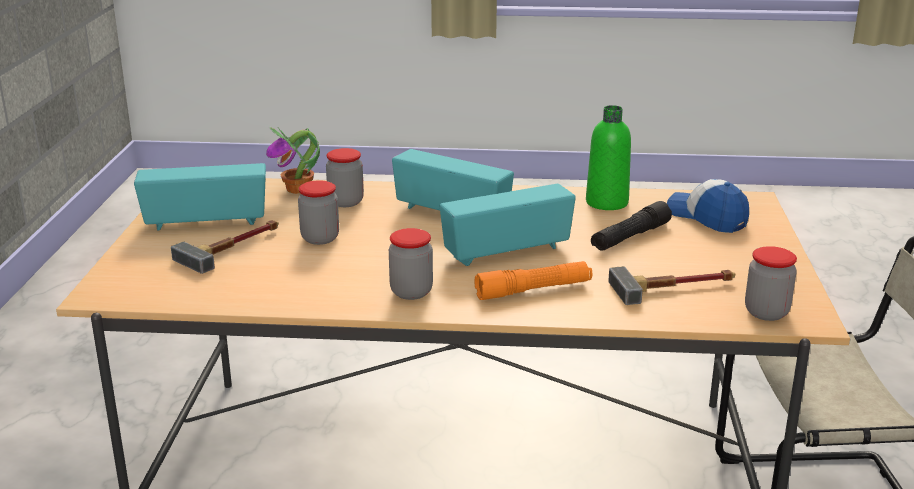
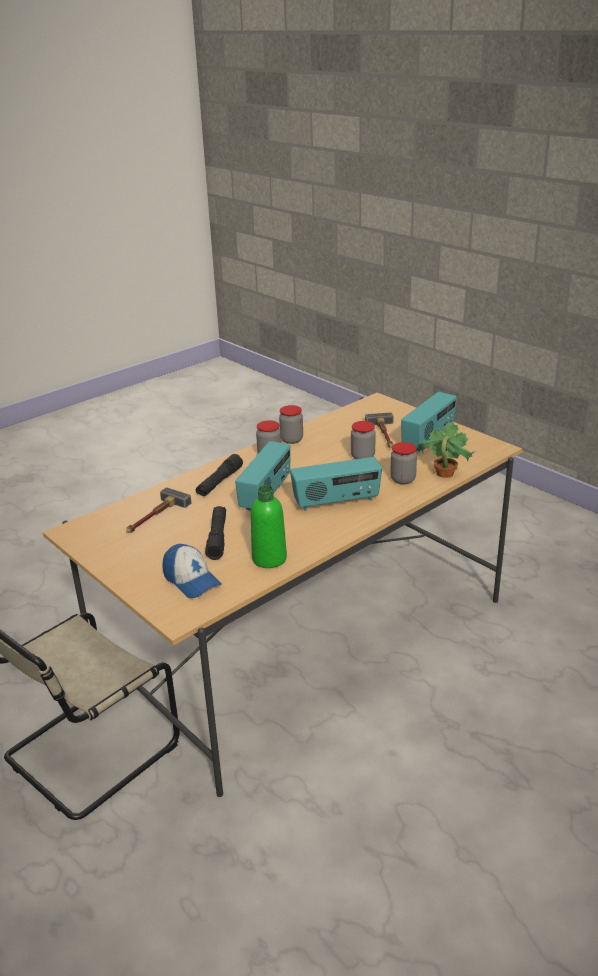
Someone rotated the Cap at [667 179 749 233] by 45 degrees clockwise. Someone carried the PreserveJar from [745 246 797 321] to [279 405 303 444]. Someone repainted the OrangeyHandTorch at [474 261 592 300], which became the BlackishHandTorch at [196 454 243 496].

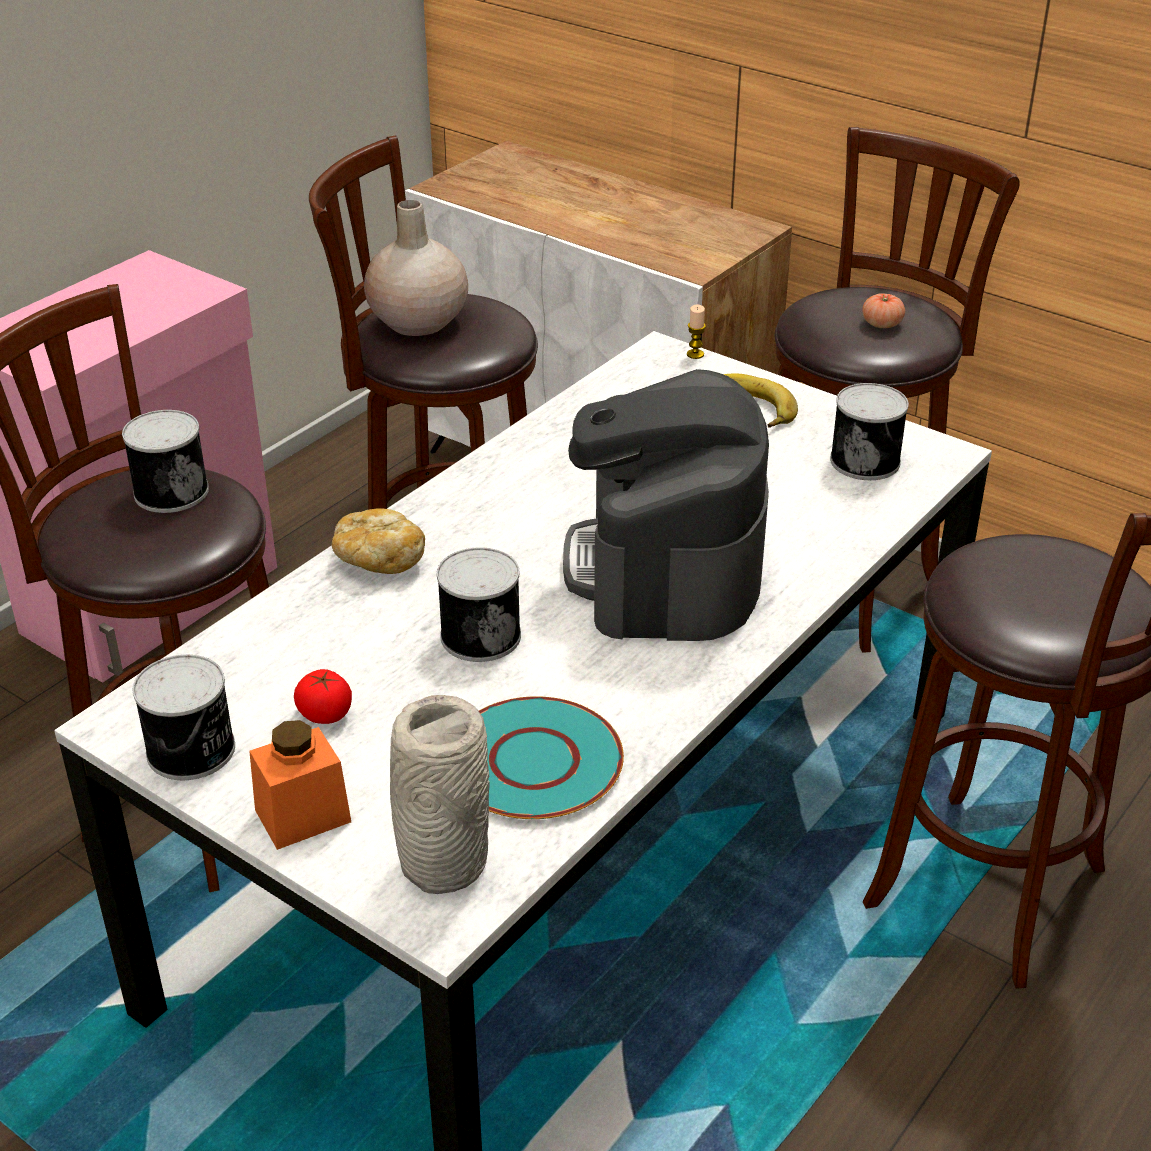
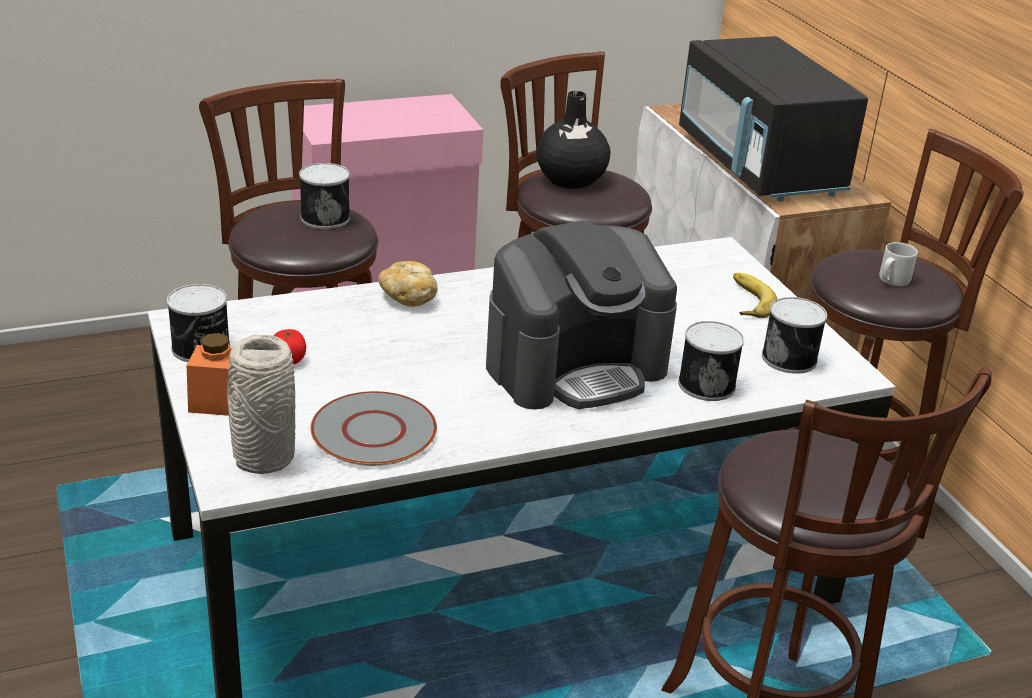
Someone repainted the BeigeVase at [364 200 468 336], which became the BlackishVase at [536 91 610 189]. Someone swapped the FreshTomato at [862 293 905 328] for the GreyishCoffeeMug at [879 242 918 286]. Someone took away the Candle at [687 305 706 359]. Someone rotated the CoffeeBrewer at [563 369 769 641] by 150 degrees counterclockwise. Someone carried the Can from [437 547 521 662] to [678 321 744 401]. Someone repainted the TurquoiseFlatDish at [479 696 624 819], which became the GreyishFlatDish at [310 391 437 466]. Someone put down the BlackishKitchenMicrowave at [679 36 868 202].

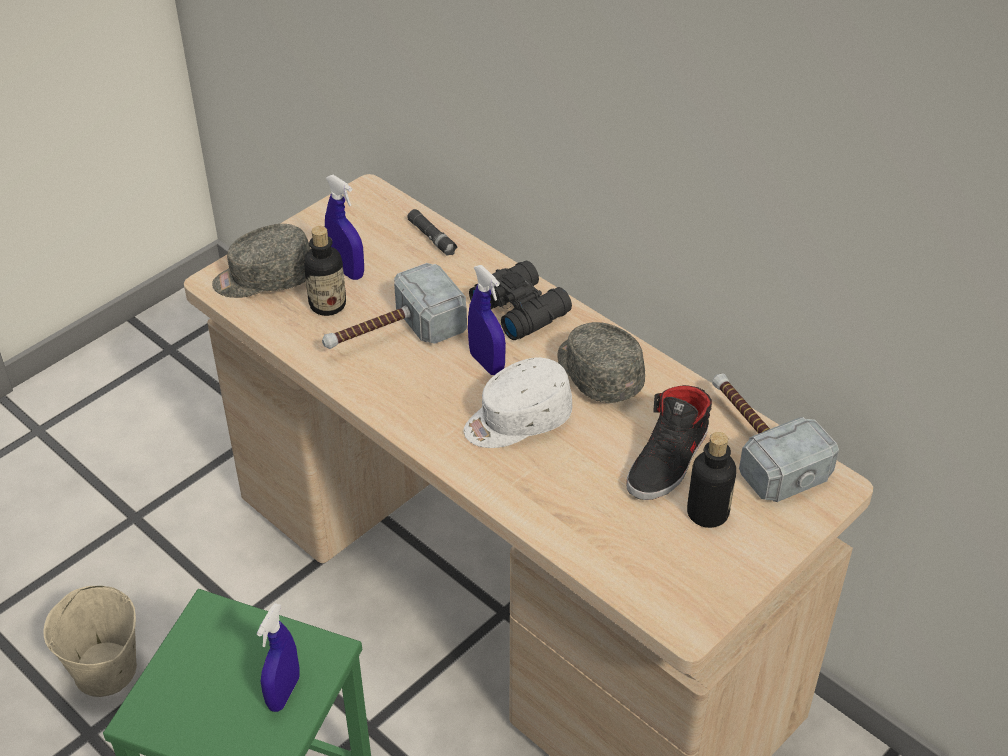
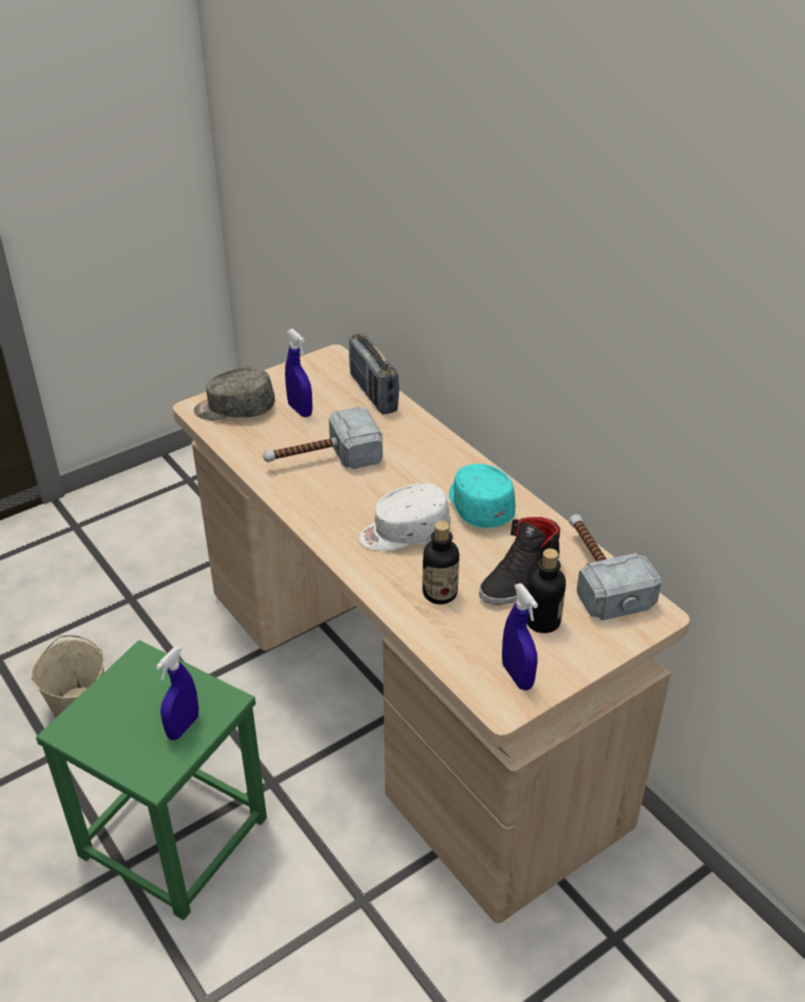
Someone swapped the BlackishHandTorch at [407 209 457 256] for the Radio at [349 333 399 414]. Someone carried the BeverageBottle from [304 226 346 316] to [422 521 459 604]. Someone took away the BlackishFieldGlasses at [469 261 572 340]. Someone carried the BlueColouredSprayer from [468 265 506 375] to [502 583 538 690]. Someone repainted the GreyishCap at [557 322 645 403], which became the TurquoiseCap at [449 464 515 528].

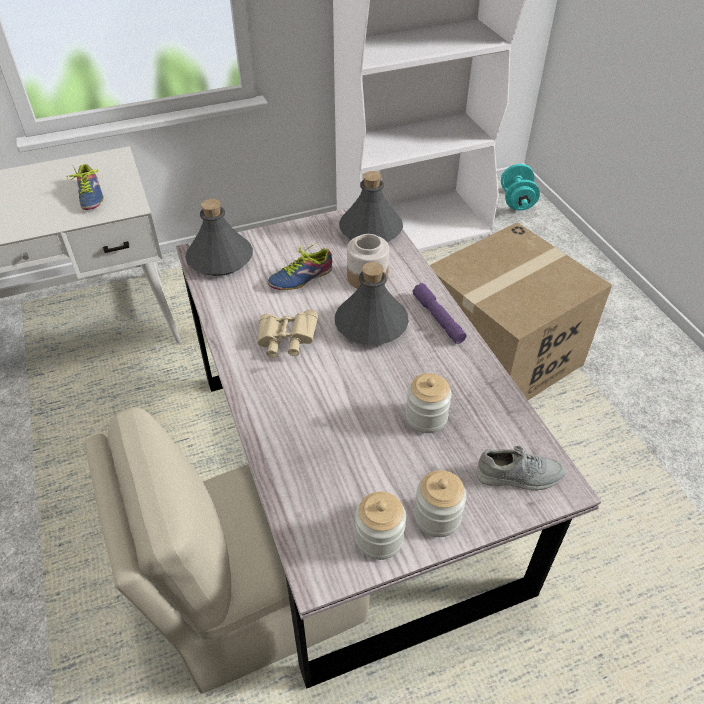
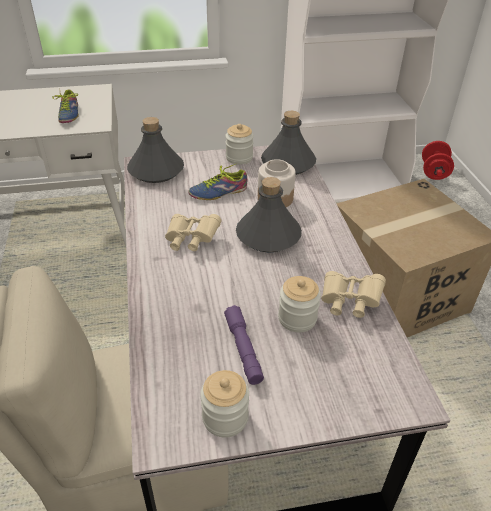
Someone repainted the TurquoiseDumbbell at [501 164 540 211], which became the ReddishDumbbell at [422 141 454 180]. Someone carried the PurplishHandTorch from [412 283 467 344] to [224 305 264 385]. Someone took away the GreyishShoe at [476 446 566 491]. Someone carried the PreserveJar from [414 470 466 537] to [225 124 254 165]. Someone put down the BeigeFieldGlasses at [321 271 386 318].

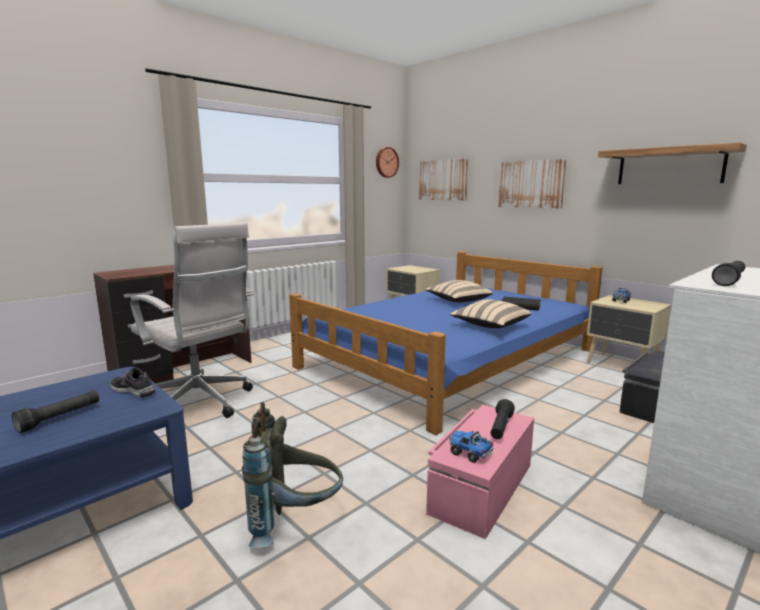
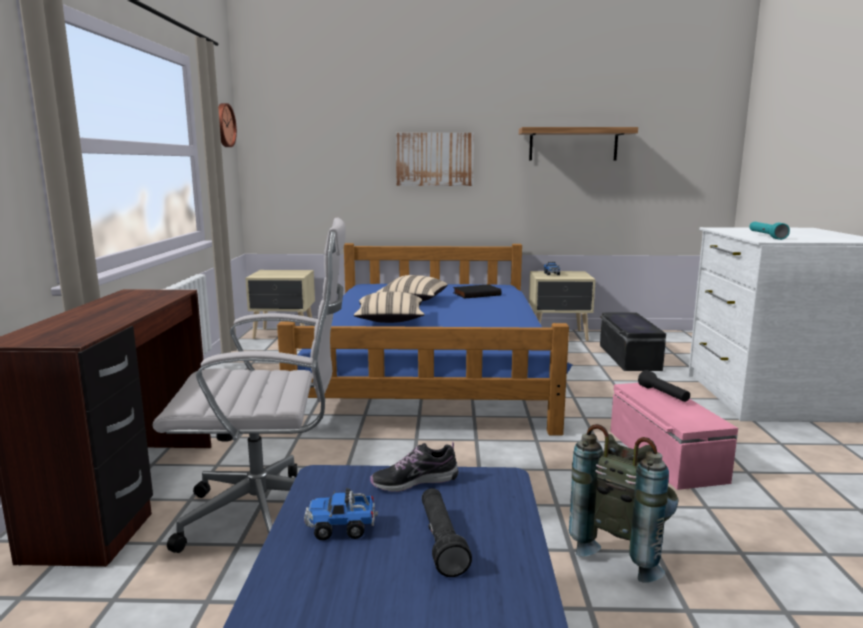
Someone took away the WallArt at [419 158 468 200]. Someone repainted the BlackishHandTorch at [712 261 746 286], which became the TurquoiseHandTorch at [749 222 790 240]. Someone carried the BeigePillow from [450 299 531 328] to [354 292 424 323]. Someone carried the ModelTruck from [449 431 494 463] to [304 488 378 540].

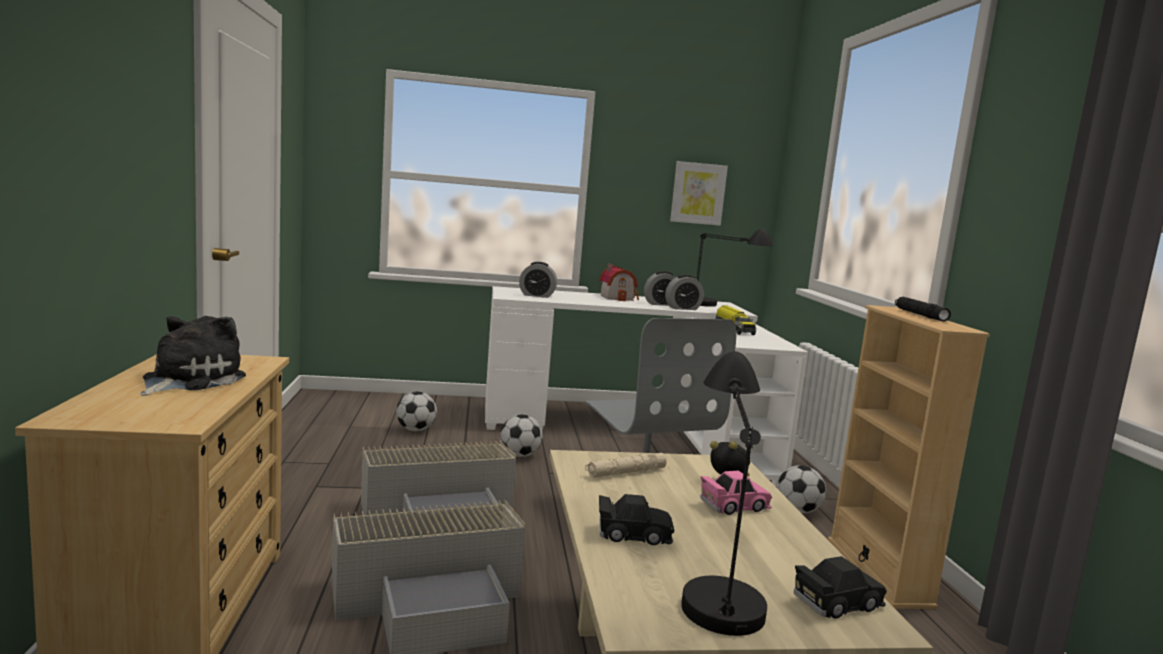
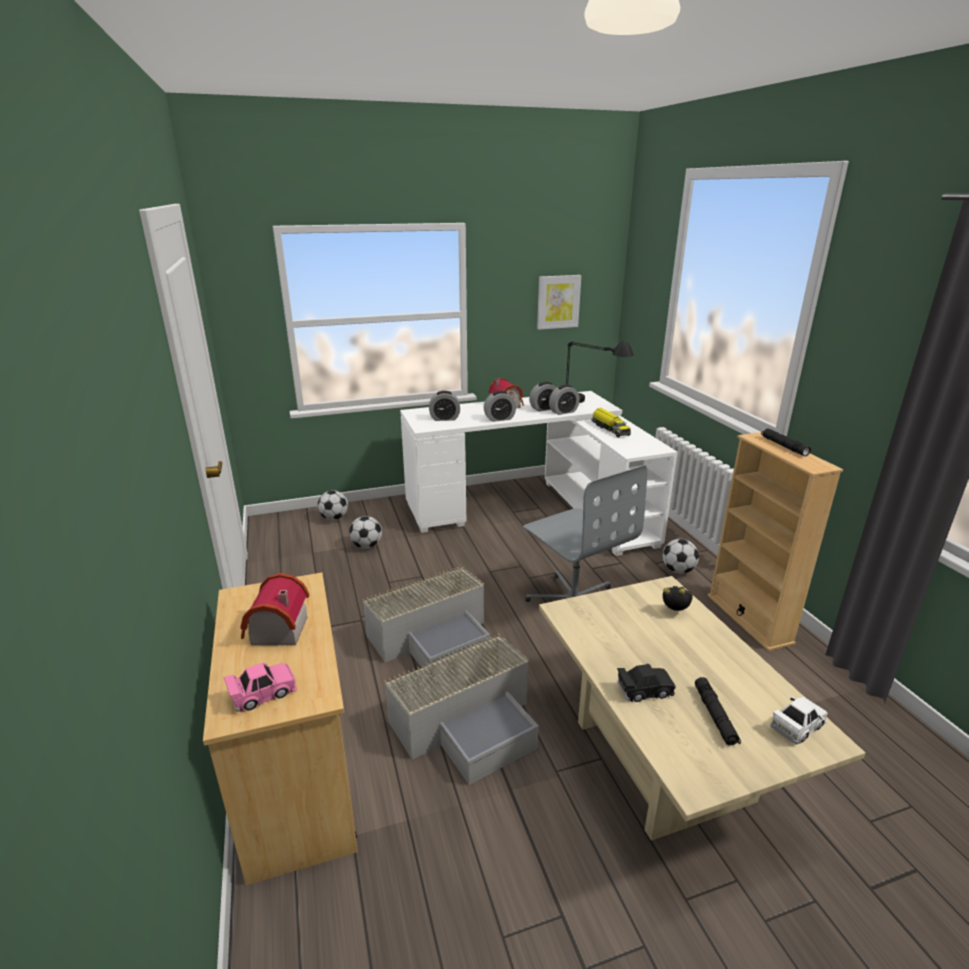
Someone swapped the CuddlyToy at [140 316 246 396] for the MiniatureHouse at [241 573 309 645]. Someone swapped the BlackishTableLamp at [681 351 767 636] for the BlackishHandTorch at [695 677 741 745]. Someone carried the FootballBall from [500 414 543 457] to [318 490 348 520]. Someone took away the BeigeHandTorch at [585 453 667 478]. Someone carried the PinkColouredToyCar from [700 471 772 515] to [224 663 297 712]. Someone repainted the BlackishToyCar at [794 556 887 618], which became the WhiteToyCar at [770 697 828 745]. Someone put down the TableClock at [484 391 516 422].

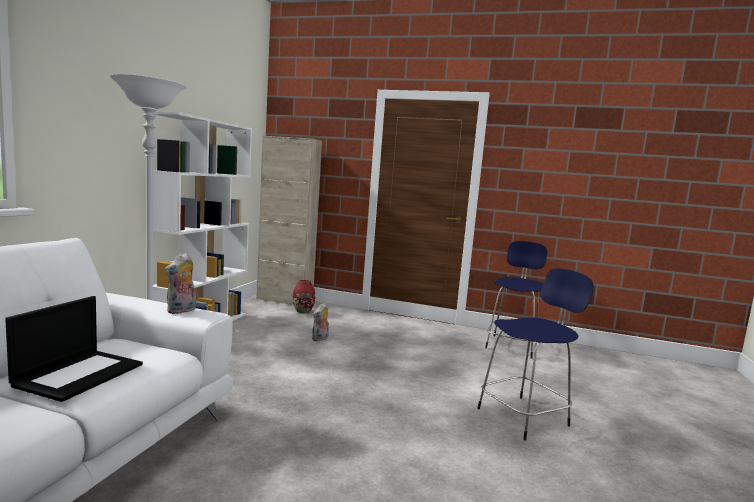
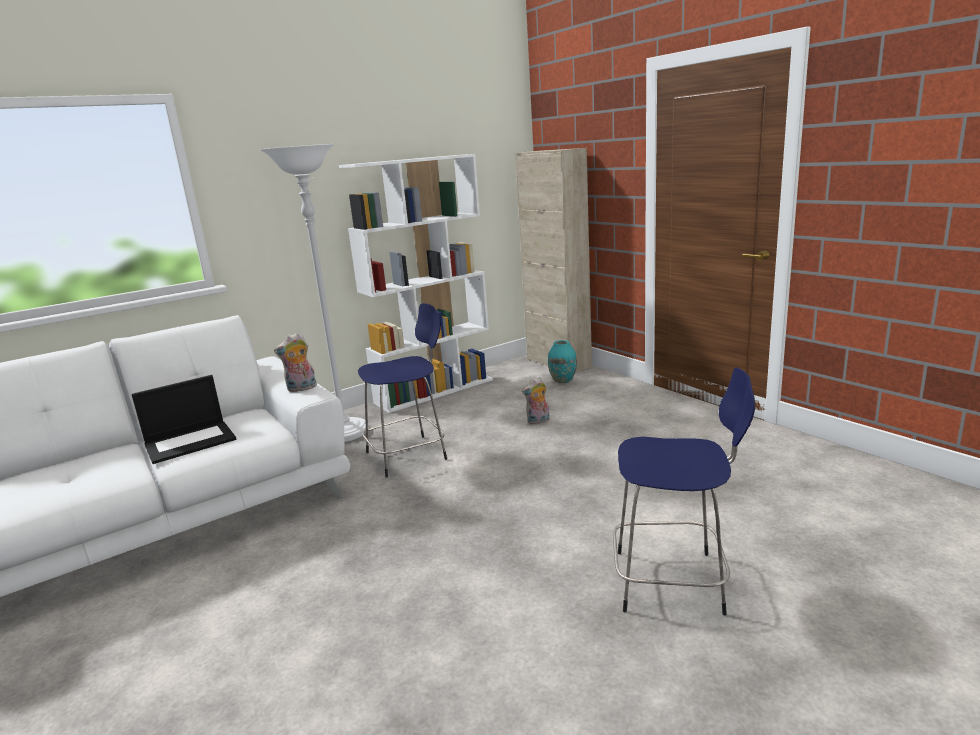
Someone carried the BlueColouredStool from [485 241 547 358] to [358 303 447 477]. Someone repainted the ReddishVase at [293 280 315 313], which became the TurquoiseVase at [548 340 577 383].

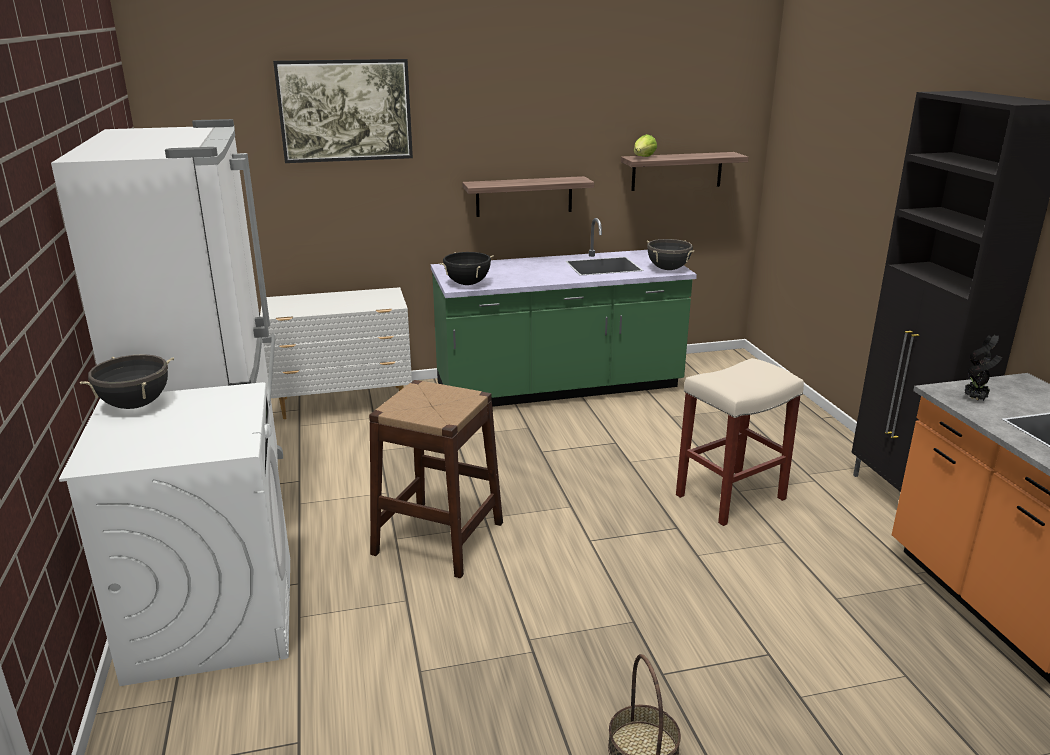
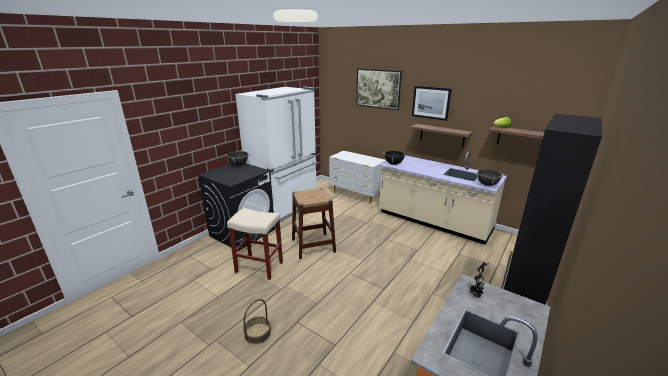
Someone repainted the GreenColouredKitchenBaseUnit at [431 218 697 407], which became the BeigeKitchenBaseUnit at [379 152 507 245]. Someone carried the BeigeStool from [676 358 804 526] to [227 208 283 280]. Someone repainted the WhiteLaundryMachine at [59 382 290 686], which became the BlackishLaundryMachine at [198 163 275 251]. Someone put up the WallArt at [412 86 452 121].

